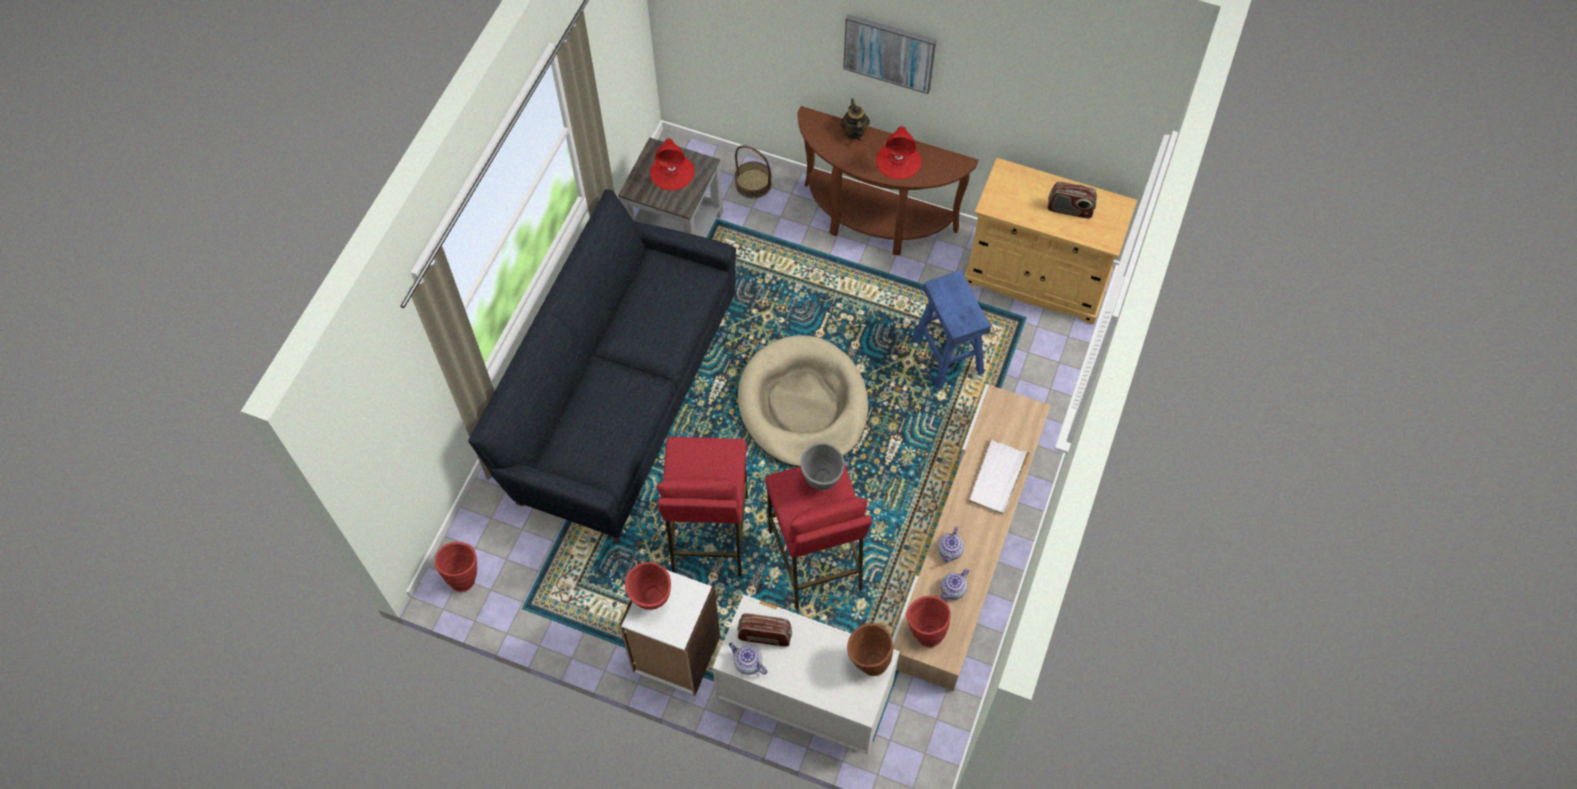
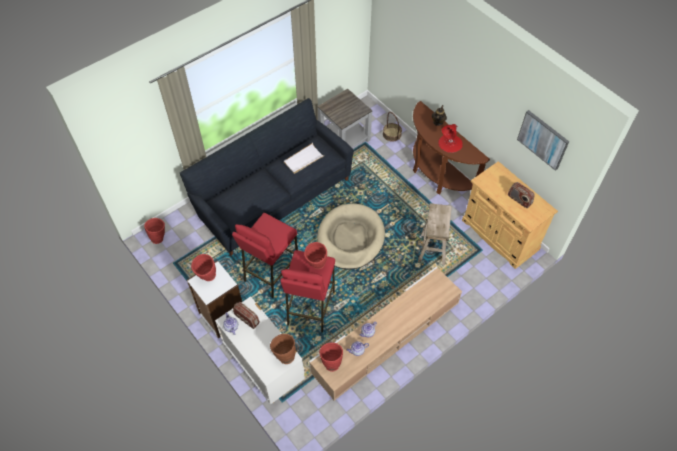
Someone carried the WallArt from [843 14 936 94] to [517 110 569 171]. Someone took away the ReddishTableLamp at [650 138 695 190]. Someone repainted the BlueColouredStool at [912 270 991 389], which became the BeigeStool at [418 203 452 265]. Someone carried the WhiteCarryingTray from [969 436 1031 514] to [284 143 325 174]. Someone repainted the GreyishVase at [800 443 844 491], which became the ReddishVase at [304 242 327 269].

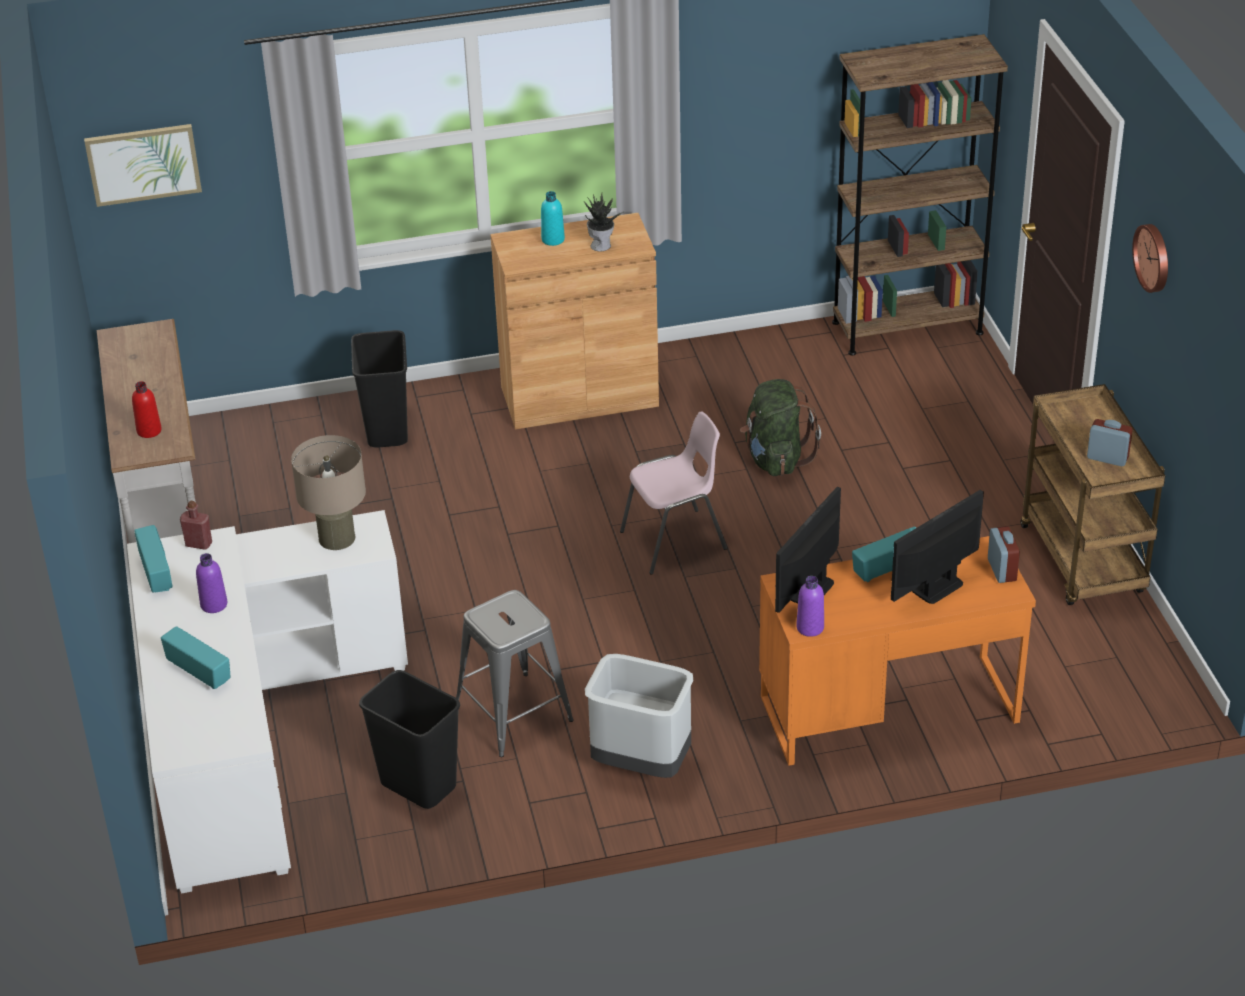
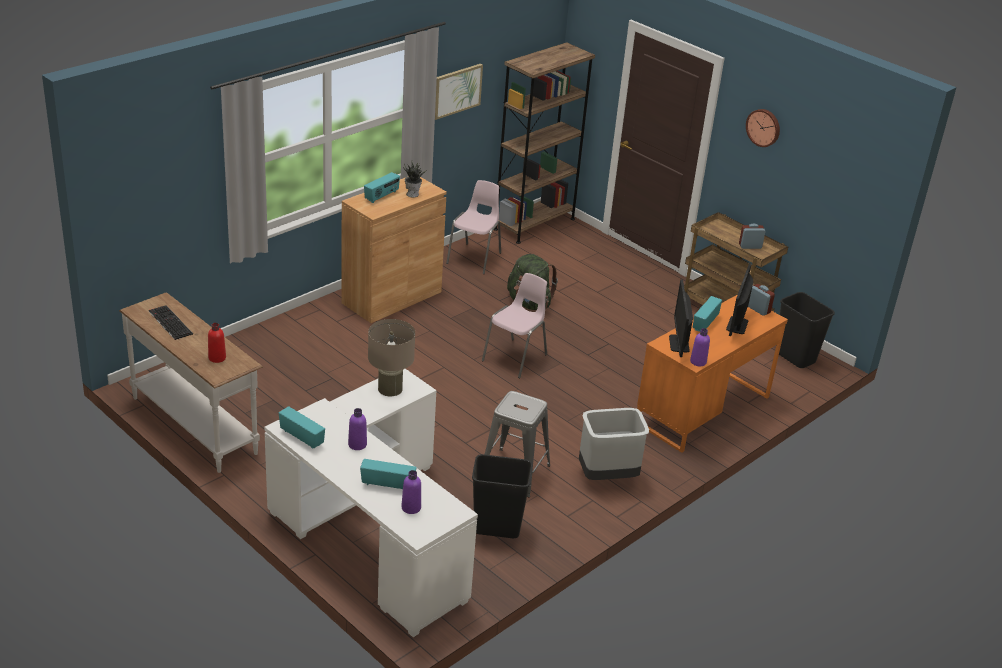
Someone carried the WallArt from [84 124 202 207] to [435 64 483 120]. Someone swapped the TurquoiseBeverageBottle at [541 191 565 246] for the Radio at [364 172 400 203]. Someone carried the BlackishWasteBin from [351 330 408 448] to [779 292 835 368]. Someone took away the ReddishBeverageBottle at [180 501 212 550]. Someone put down the PinkColouredPlainChair at [446 180 501 274]. Someone put down the Keyboard at [149 305 193 340]. Someone put down the PurplishBeverageBottle at [401 470 421 514].

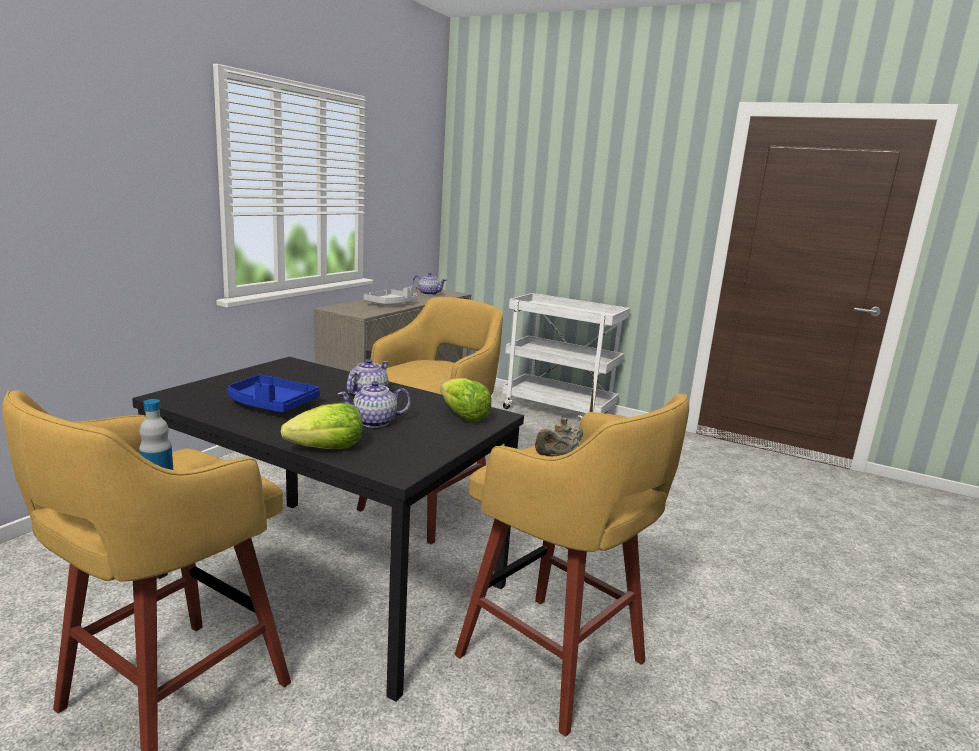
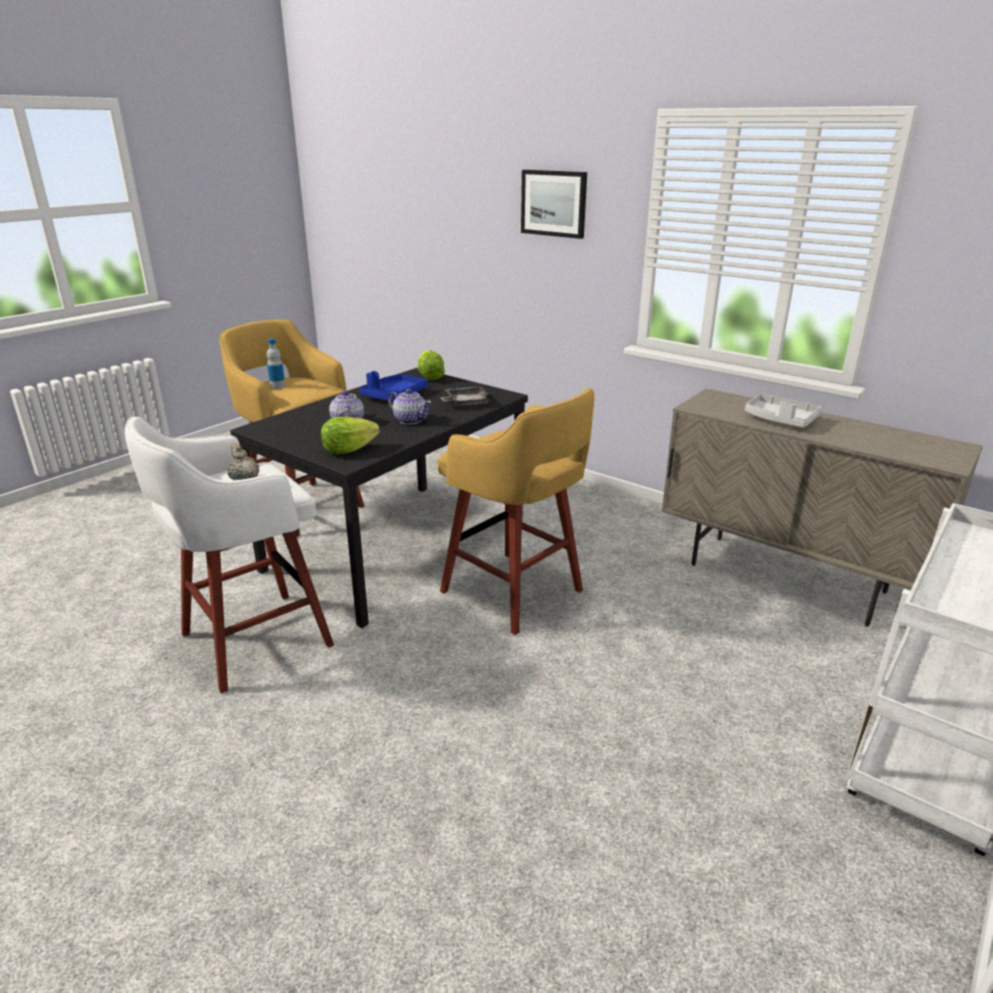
Someone took away the TeaPot at [413 272 446 295]. Someone repainted the YellowColouredStool at [455 394 689 737], which became the WhiteStool at [125 417 334 694]. Someone carried the LettuceHead from [281 403 363 449] to [418 350 445 380]. Someone put up the WallArt at [521 170 587 239]. Someone put down the GreyishCarryingTray at [440 386 493 406].

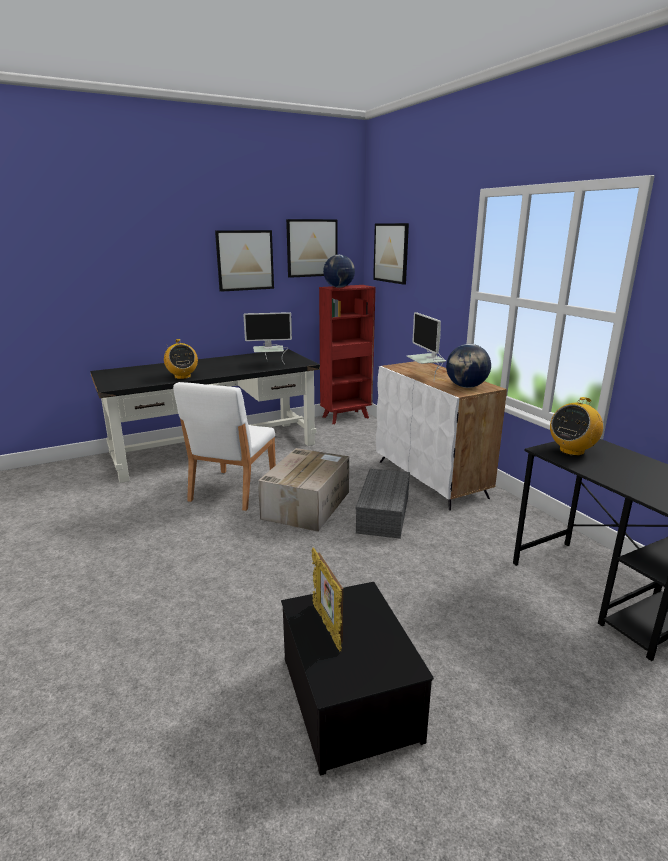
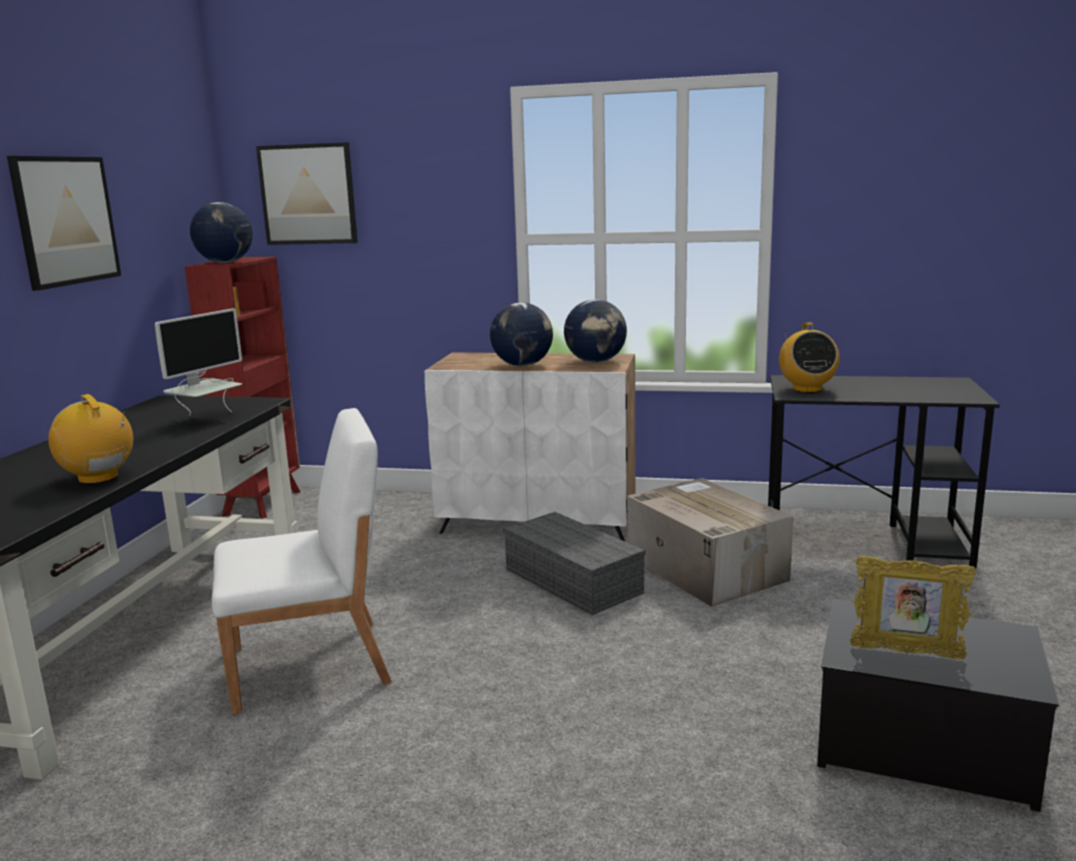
Someone took away the WallArt at [286 219 337 278]. Someone swapped the ComputerDisplay at [407 312 446 379] for the WorldGlobe at [490 303 553 366]. Someone rotated the Radio at [164 339 198 379] by 150 degrees counterclockwise. Someone rotated the WhitePlainChair at [173 382 276 511] by 75 degrees counterclockwise. Someone carried the CardboardBox from [258 448 349 532] to [627 478 793 607].

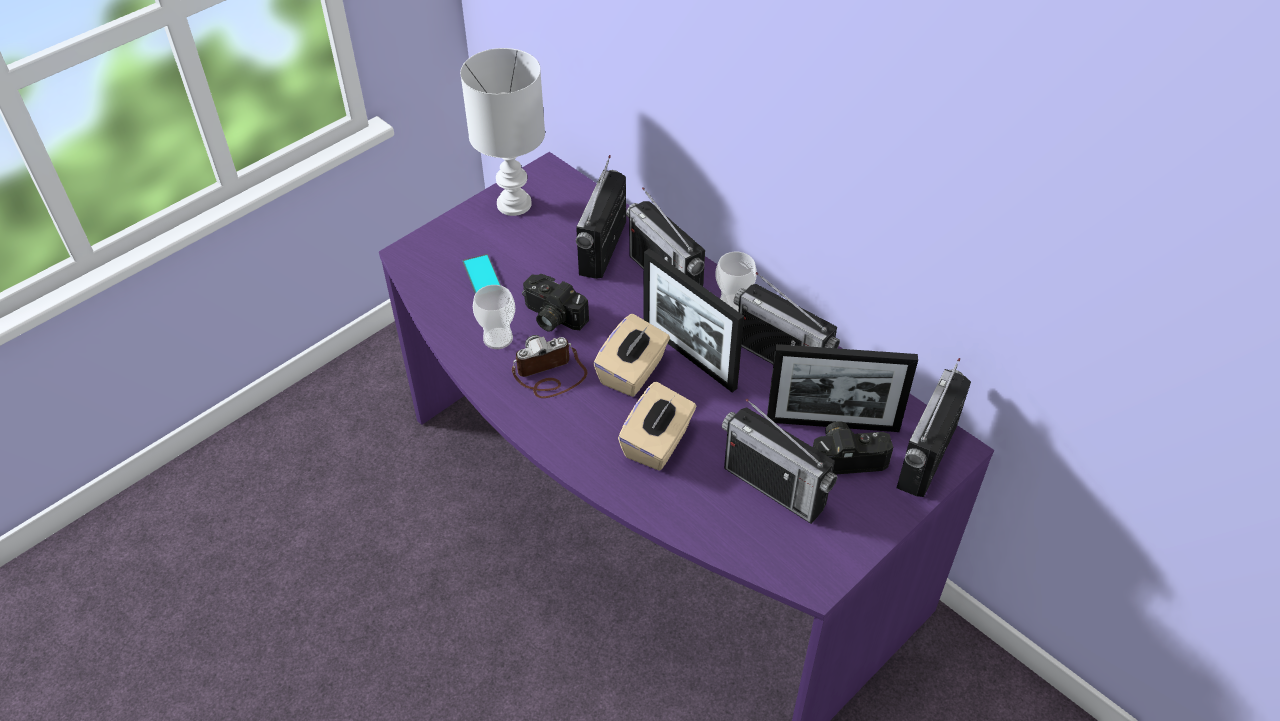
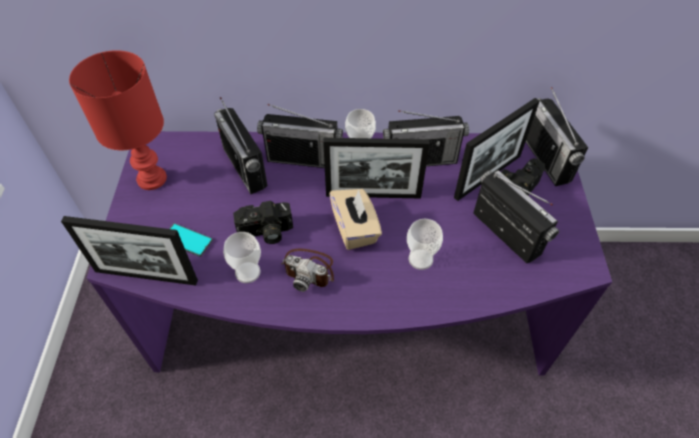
Someone repainted the WhiteTableLamp at [460 48 545 216], which became the ReddishTableLamp at [69 50 167 190]. Someone rotated the StillCamera at [512 335 587 398] by 90 degrees counterclockwise. Someone swapped the BeigeBoxOfTissues at [618 381 697 471] for the DrinkingCup at [407 219 443 270]. Someone rotated the Radio at [722 398 837 524] by 120 degrees counterclockwise. Someone put down the PhotoFrame at [61 216 198 285].

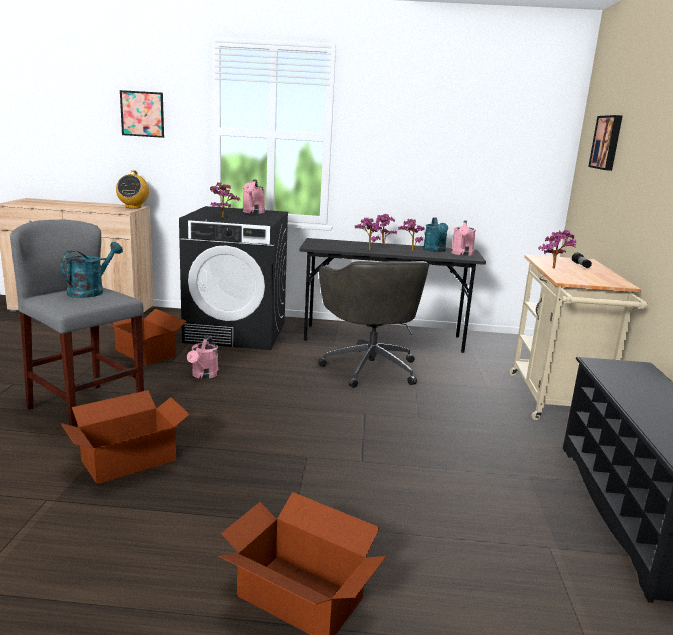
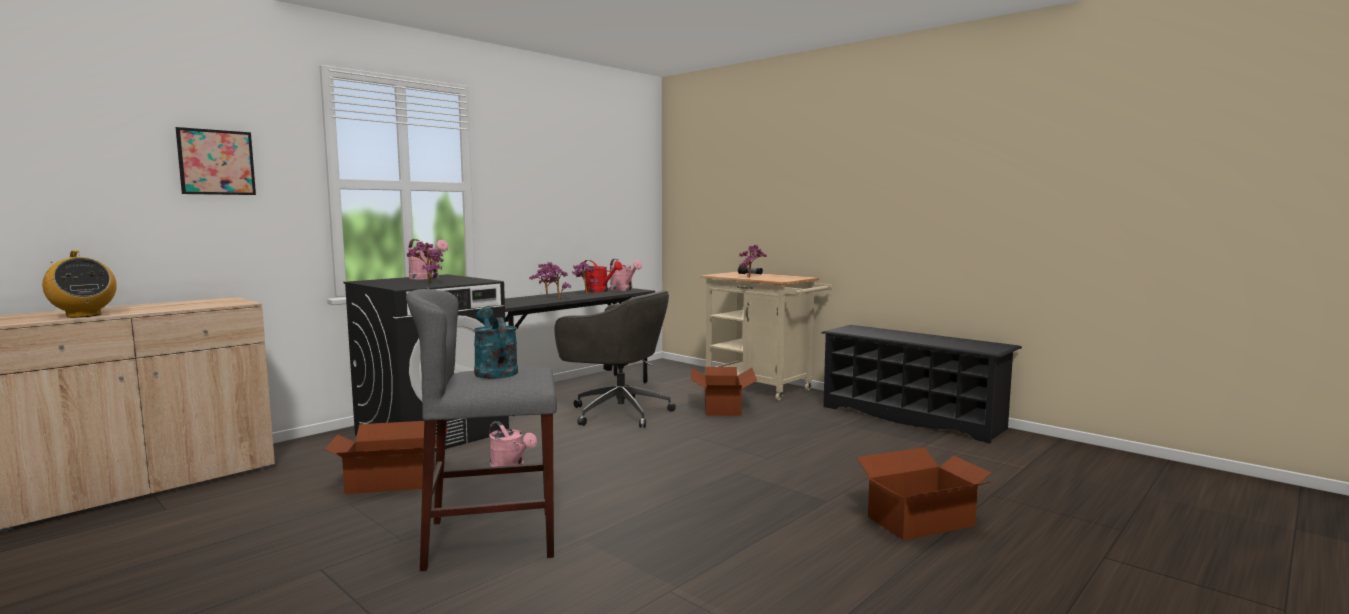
Someone took away the WallArt at [588 115 623 171]. Someone carried the Radio from [116 170 149 209] to [42 250 117 318]. Someone repainted the TurquoiseSprinklingCan at [423 217 448 252], which became the ReddishSprinklingCan at [582 260 623 292]. Someone carried the CardboardBox from [60 390 190 484] to [691 367 757 416].

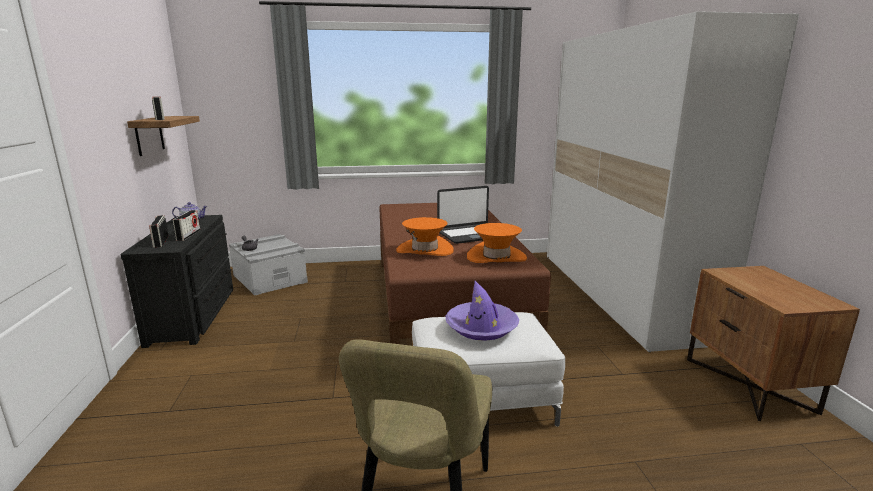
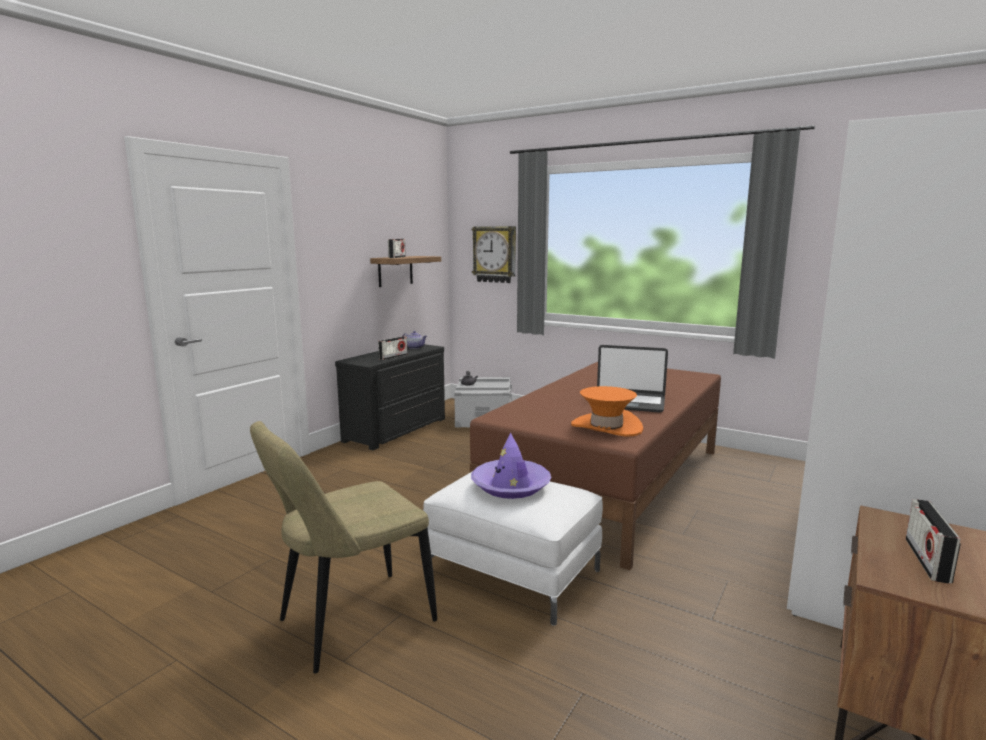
Someone carried the Radio from [149 215 169 248] to [906 499 961 584]. Someone took away the OrangeyWearableHat at [396 217 454 256]. Someone put up the WallClock at [471 226 516 283].

